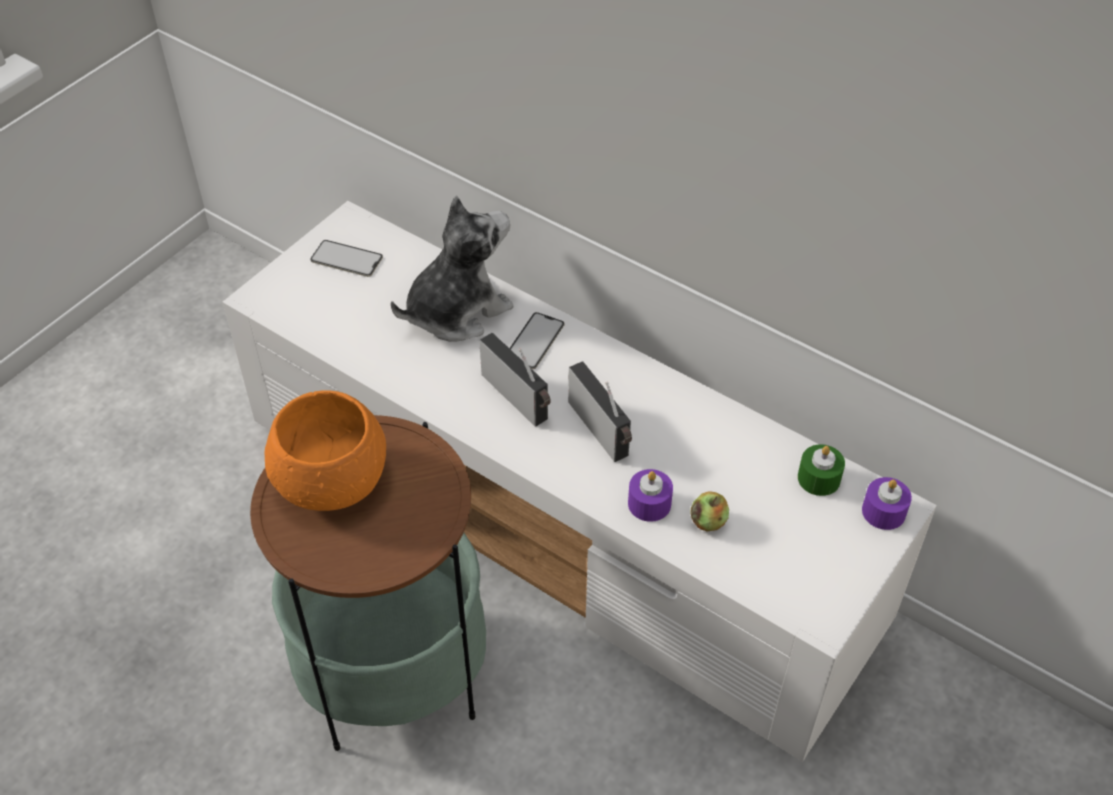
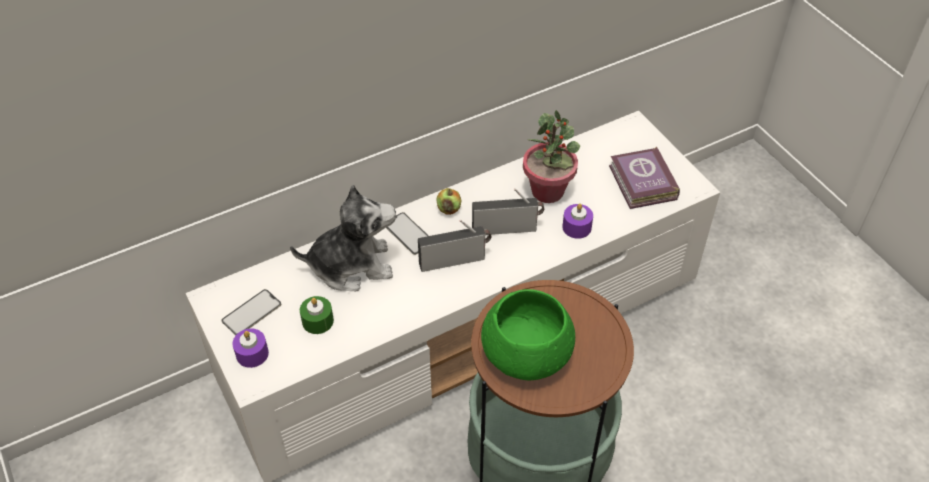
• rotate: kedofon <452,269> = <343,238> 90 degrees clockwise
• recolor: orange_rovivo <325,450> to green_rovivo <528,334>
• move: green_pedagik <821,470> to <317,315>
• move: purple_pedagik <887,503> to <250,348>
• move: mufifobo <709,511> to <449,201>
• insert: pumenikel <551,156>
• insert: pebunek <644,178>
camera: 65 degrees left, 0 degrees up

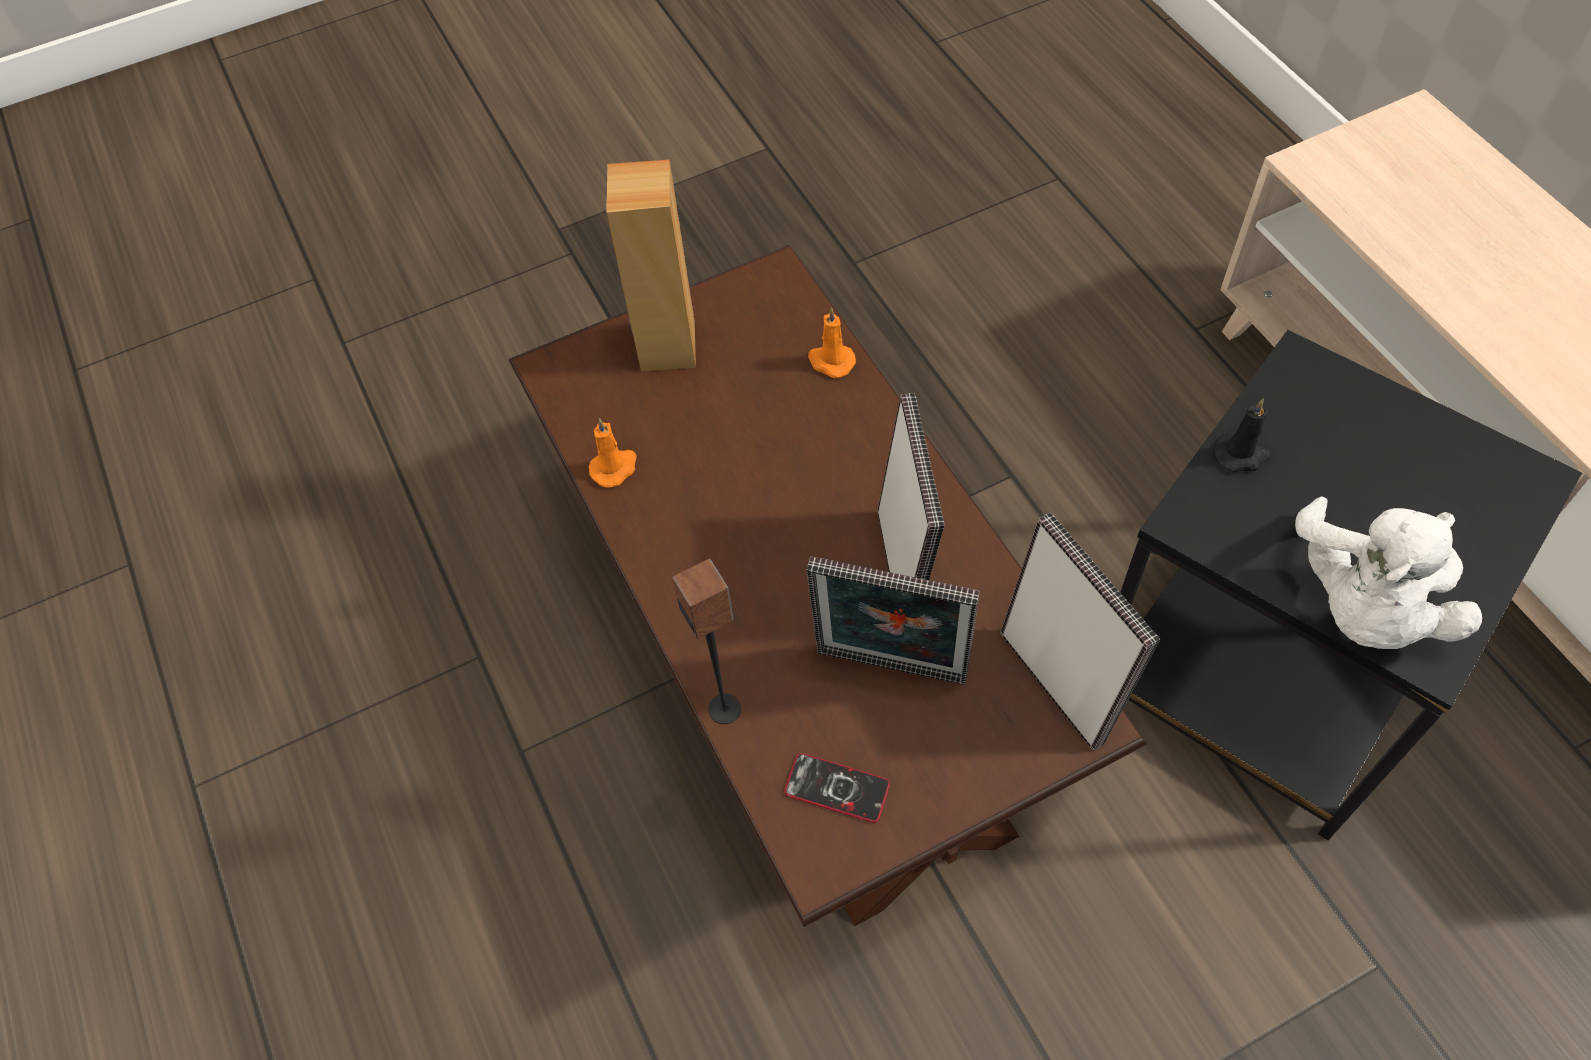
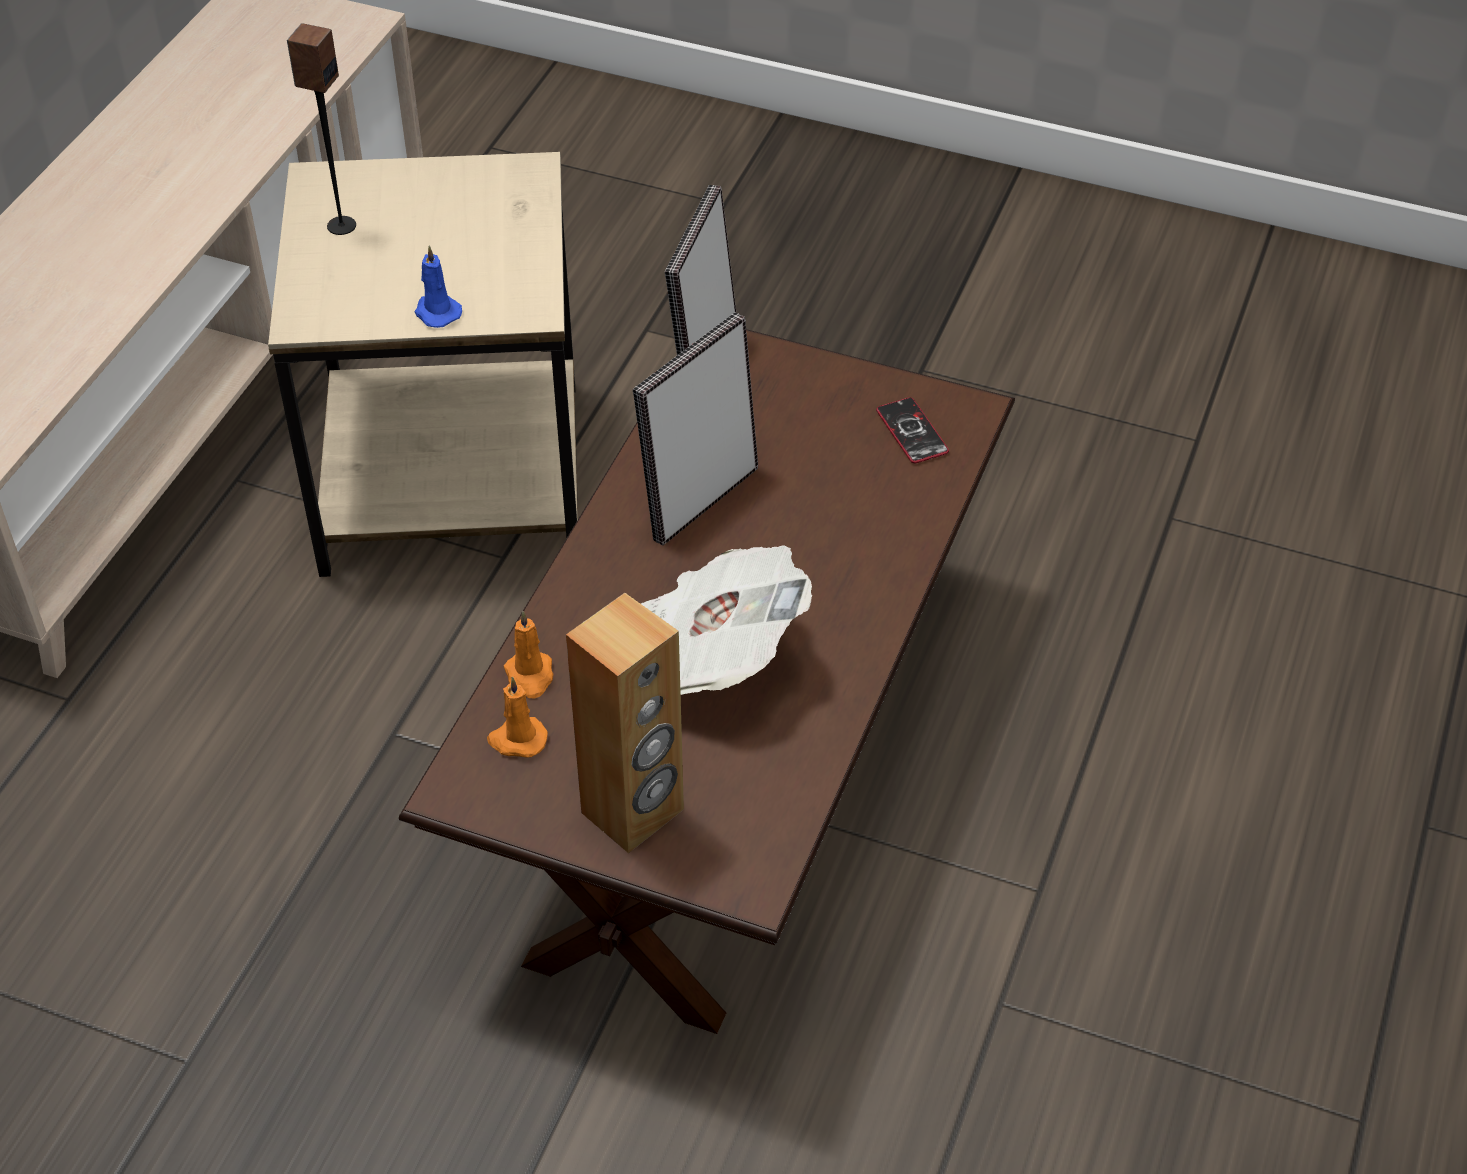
• recolor: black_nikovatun <1351,585> to beige_nikovatun <423,364>
• recolor: black_pedagik <1242,435> to blue_pedagik <438,286>
• move: orange_pedagik <613,453> to <517,717>
• delete: white_kedofon <1388,572>
• delete: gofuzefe <893,621>
• move: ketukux <706,641> to <321,129>
• insert: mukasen <726,620>
camera: 135 degrees left, 10 degrees down

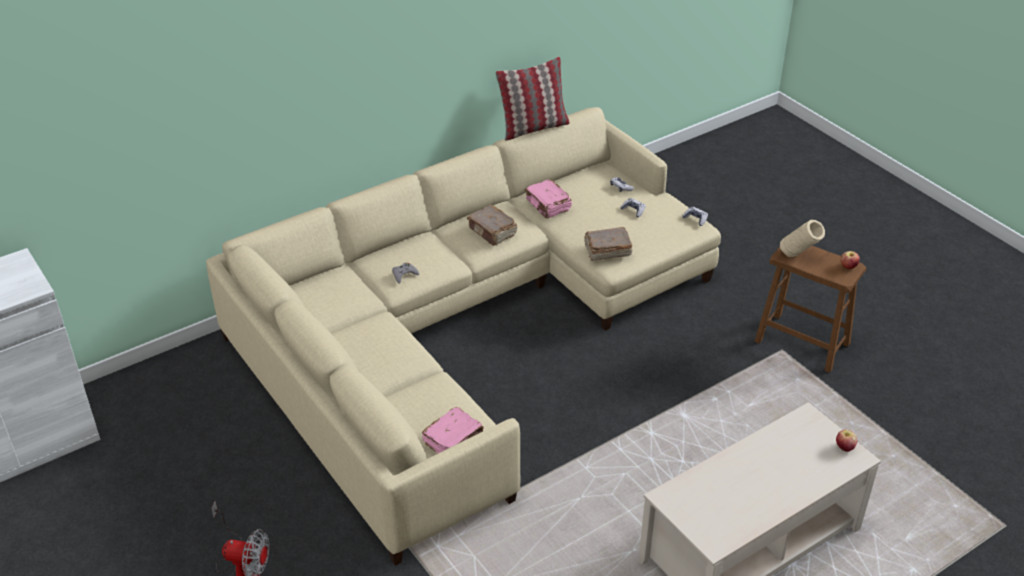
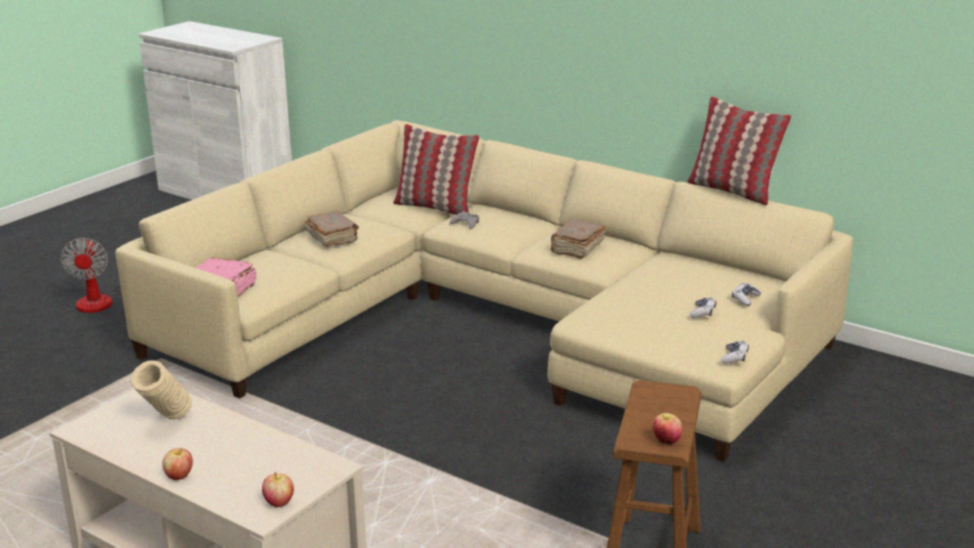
• delete: pink_pebunek <548,198>
• move: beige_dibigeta <802,238> to <161,390>
• move: brown_pebunek <608,244> to <332,229>
• insert: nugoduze <436,169>
• insert: mufifobo <177,464>
camera: 70 degrees right, 15 degrees down

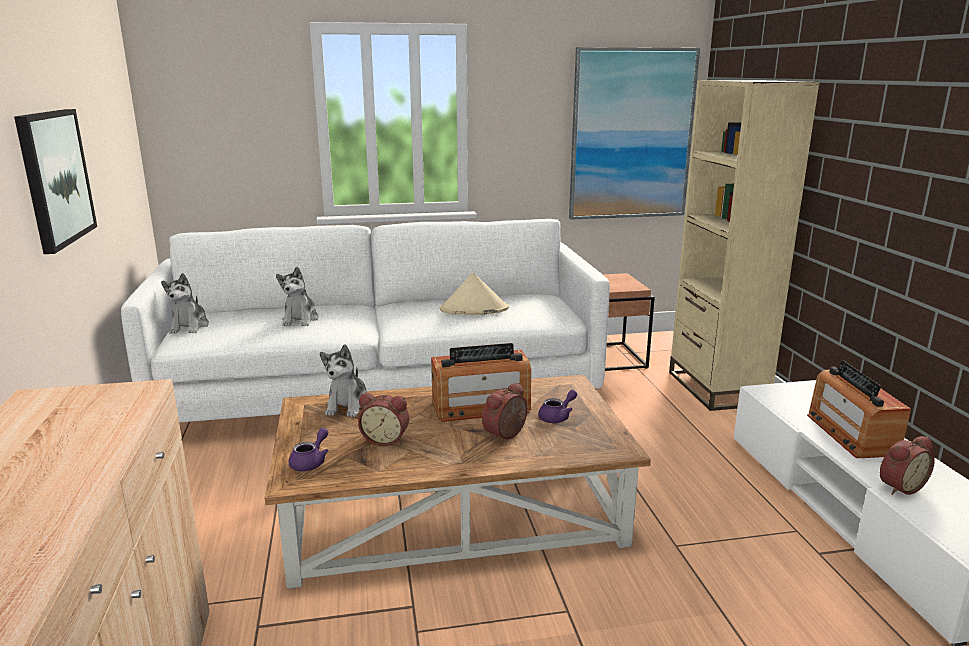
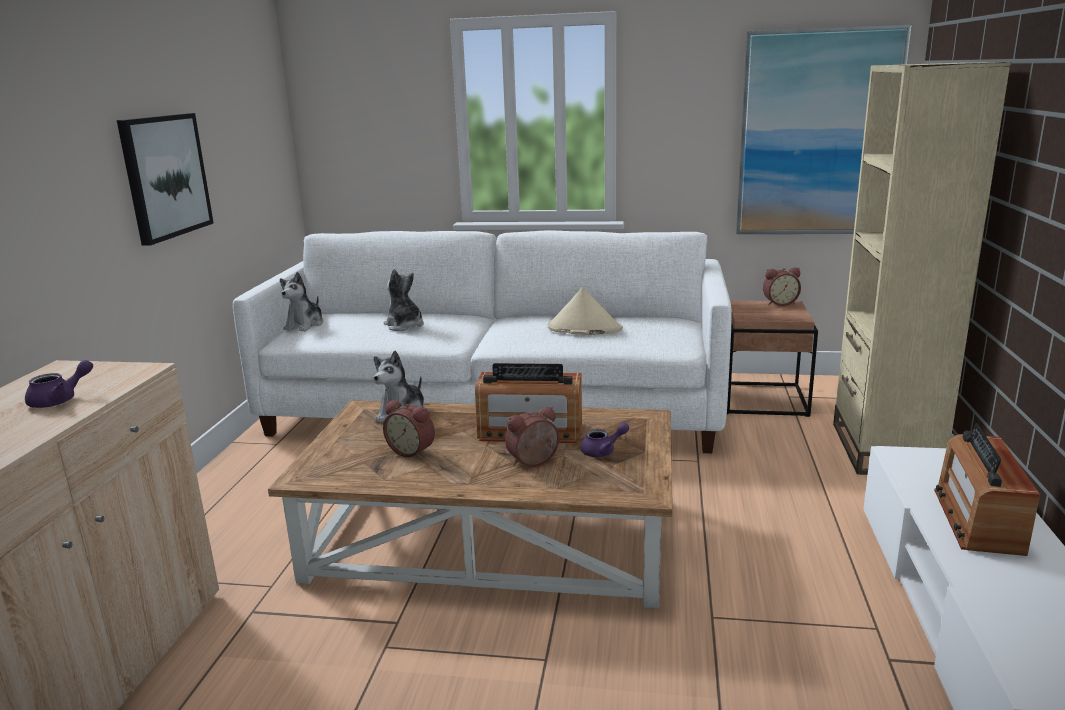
• rotate: kedofon <297,296> = <404,300> 120 degrees clockwise
• move: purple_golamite <308,449> to <59,384>
• move: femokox <907,465> to <782,286>
camera: 20 degrees right, 0 degrees up

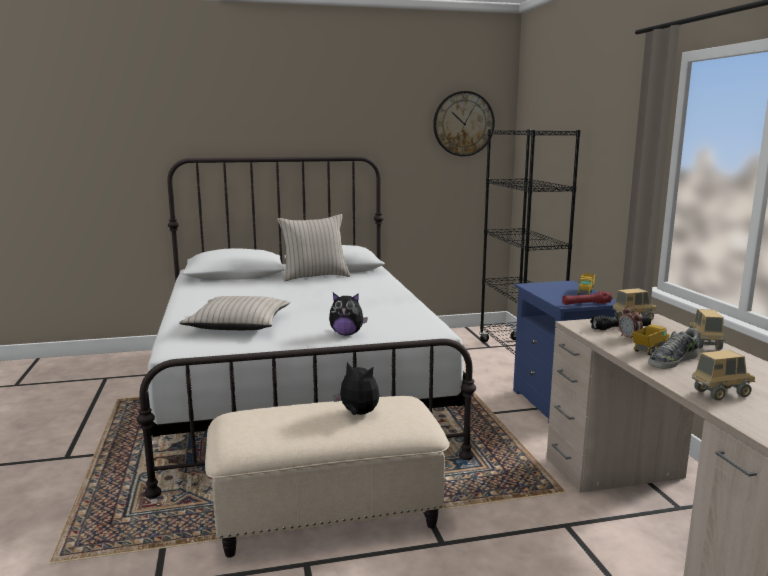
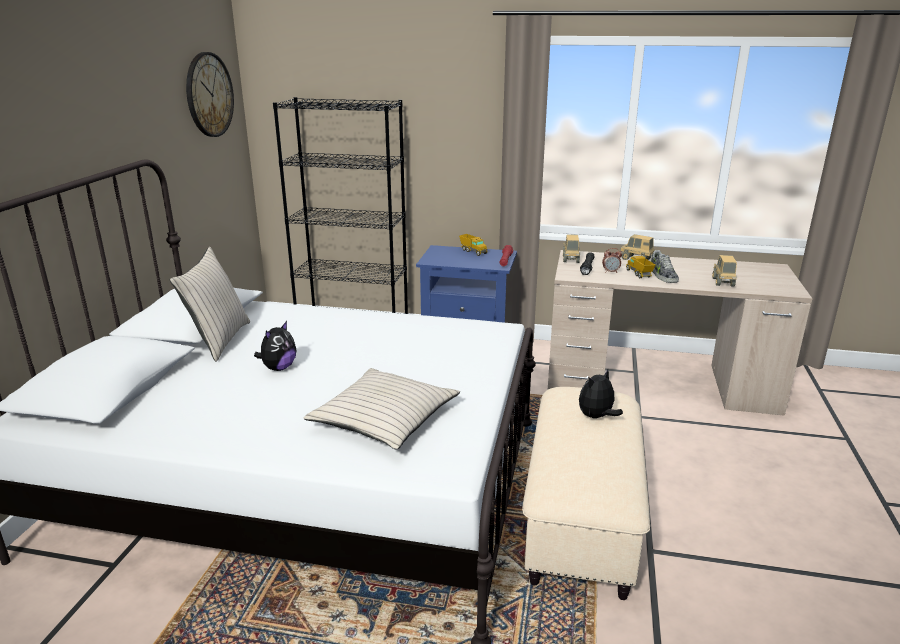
• move: kedofon <348,314> to <275,346>
camera: 65 degrees left, 10 degrees up

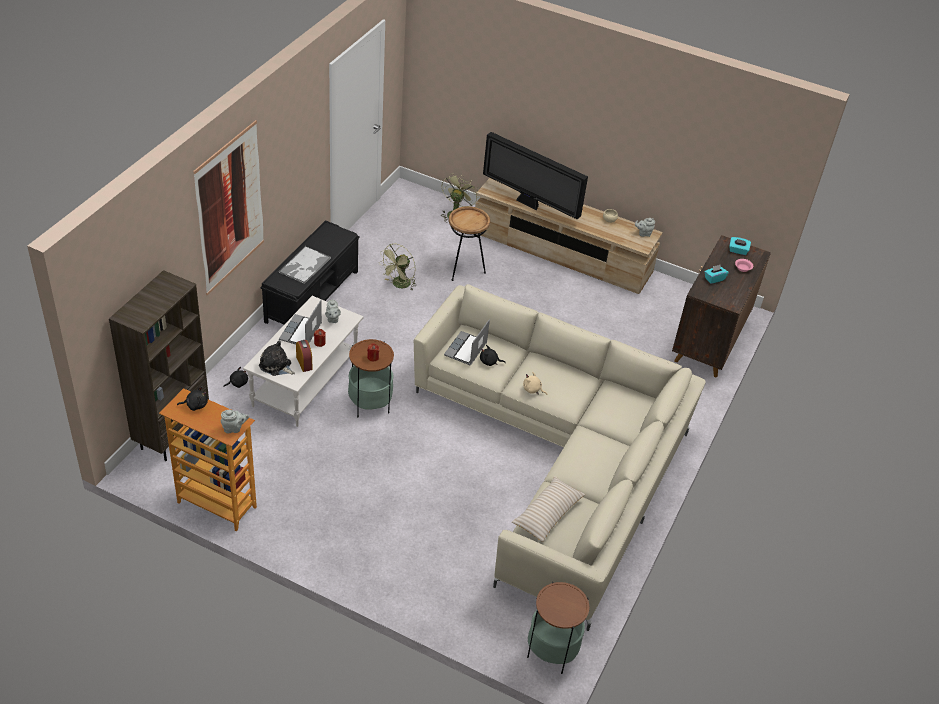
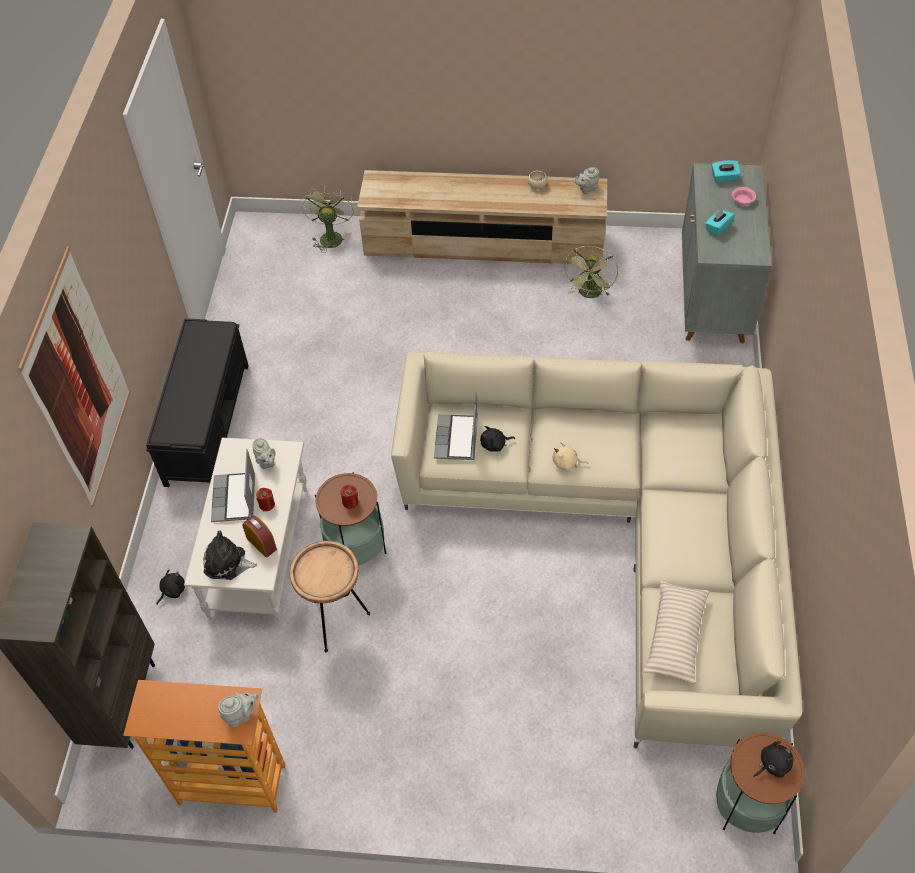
• delete: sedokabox <535,175>
• move: brown_nikovatun <469,243> to <330,596>
• recolor: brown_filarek <721,306> to grey_filarek <727,253>
• move: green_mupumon <398,267> to <591,272>
• delete: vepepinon <305,265>
• move: black_kedofon <192,399> to <773,759>
camera: 15 degrees left, 10 degrees up

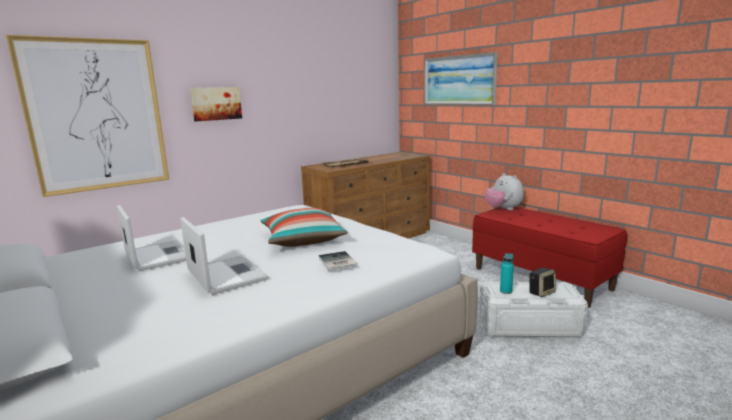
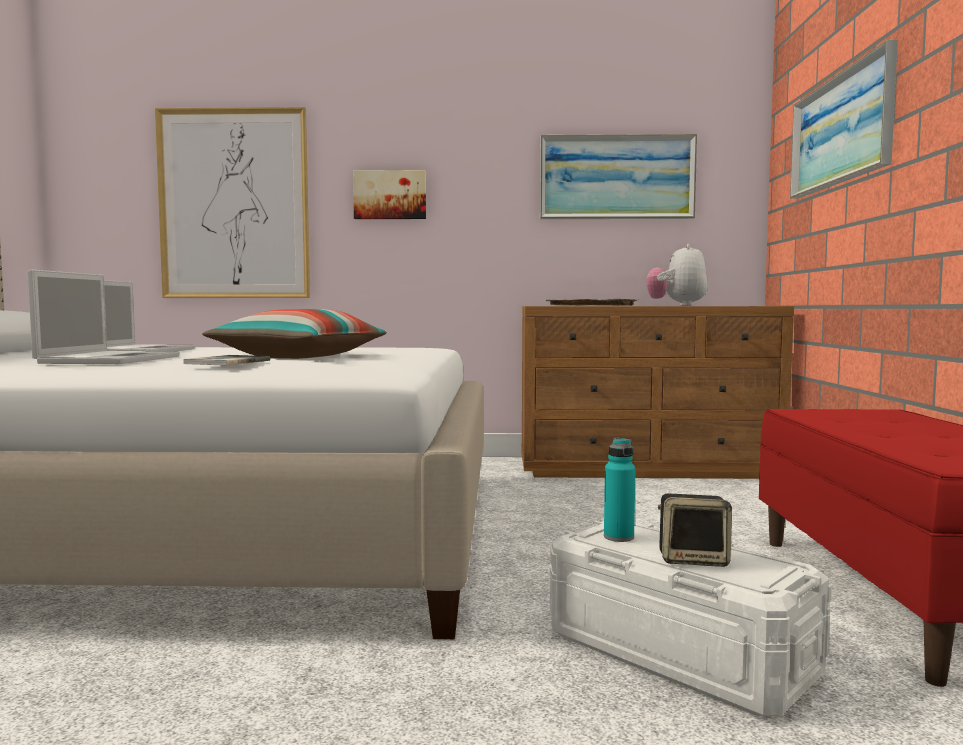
• move: kedofon <504,191> to <677,275>
• insert: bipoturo <618,176>
camera: 40 degrees right, 10 degrees down

